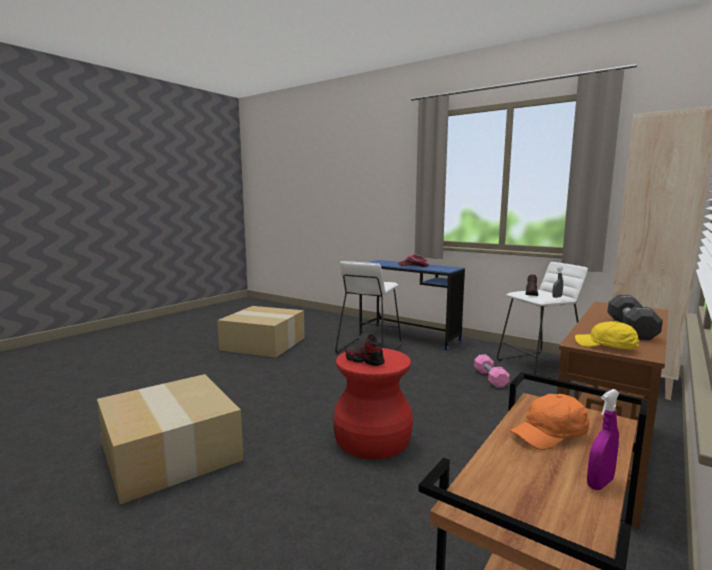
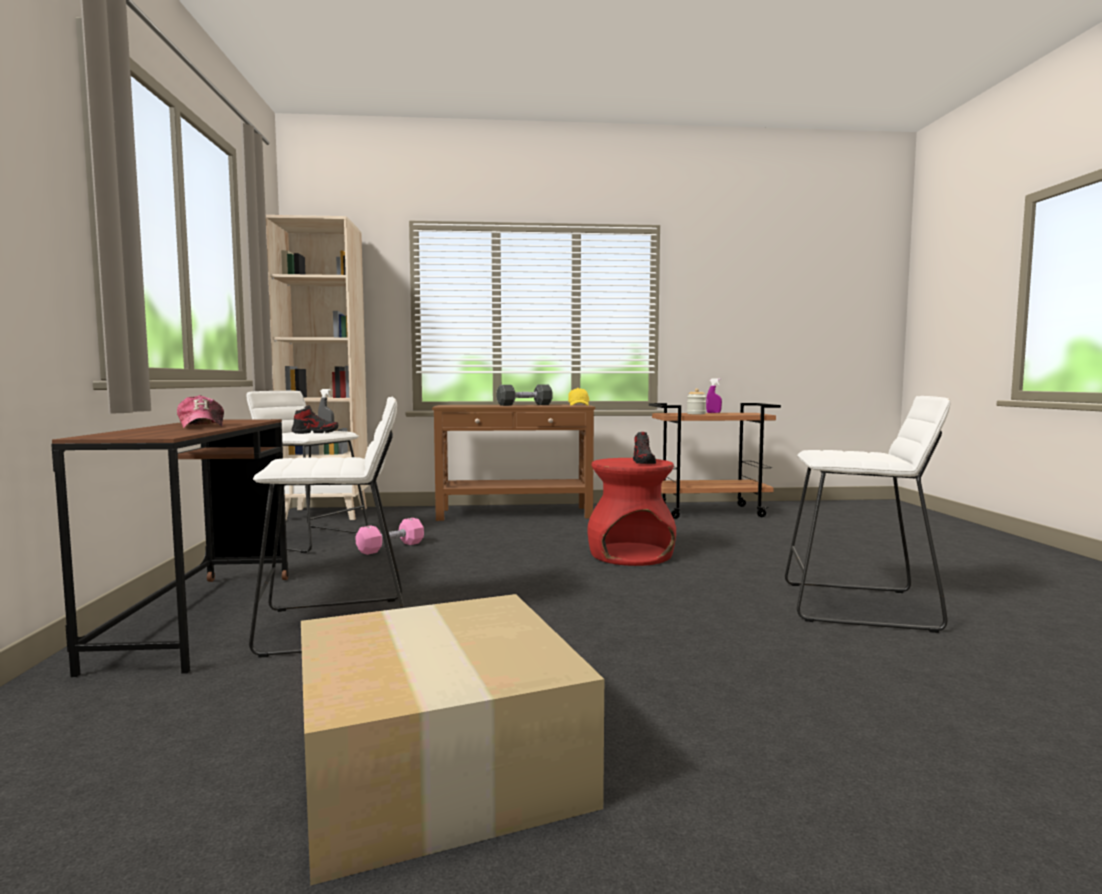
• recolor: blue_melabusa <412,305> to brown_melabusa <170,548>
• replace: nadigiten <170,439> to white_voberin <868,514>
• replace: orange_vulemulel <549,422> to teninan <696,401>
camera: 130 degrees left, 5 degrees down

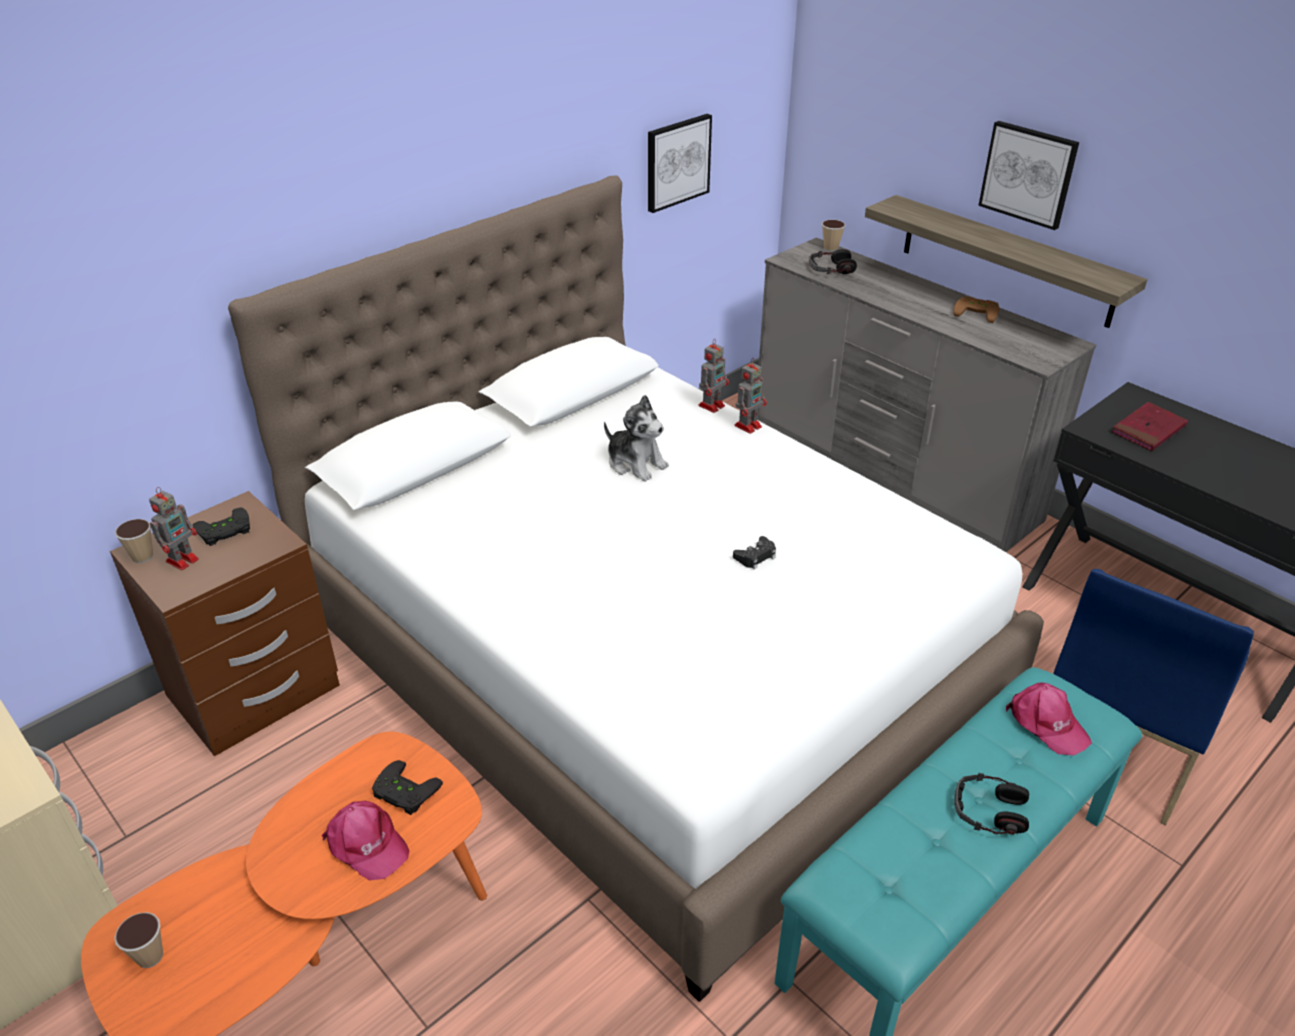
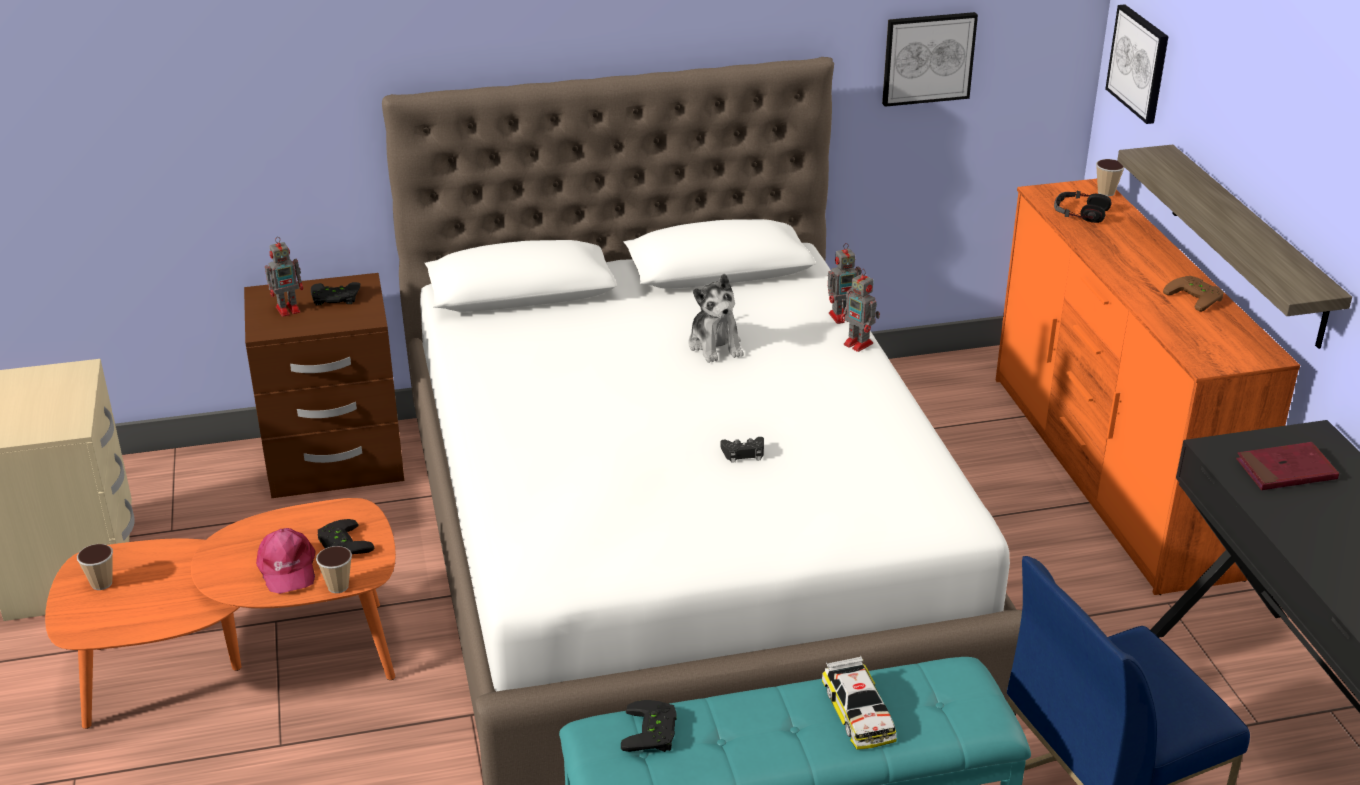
• move: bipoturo <1028,175> to <1136,64>
• recolor: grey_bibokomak <927,394> to orange_bibokomak <1147,387>
• rotate: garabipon <750,396> = <860,310> 60 degrees clockwise
• move: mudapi <134,541> to <334,569>
• delete: pink_vulemulel <1049,718>
• delete: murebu <991,804>
• insert: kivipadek <859,702>
• insert: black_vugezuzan <649,726>
camera: 30 degrees right, 5 degrees down

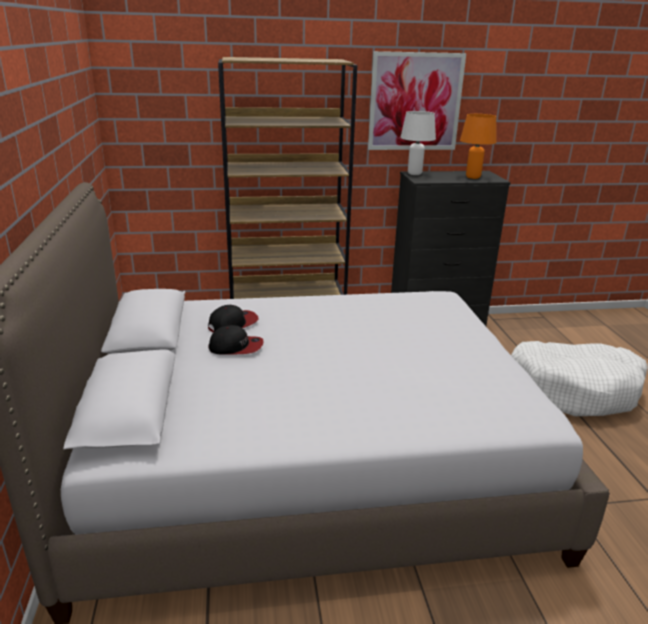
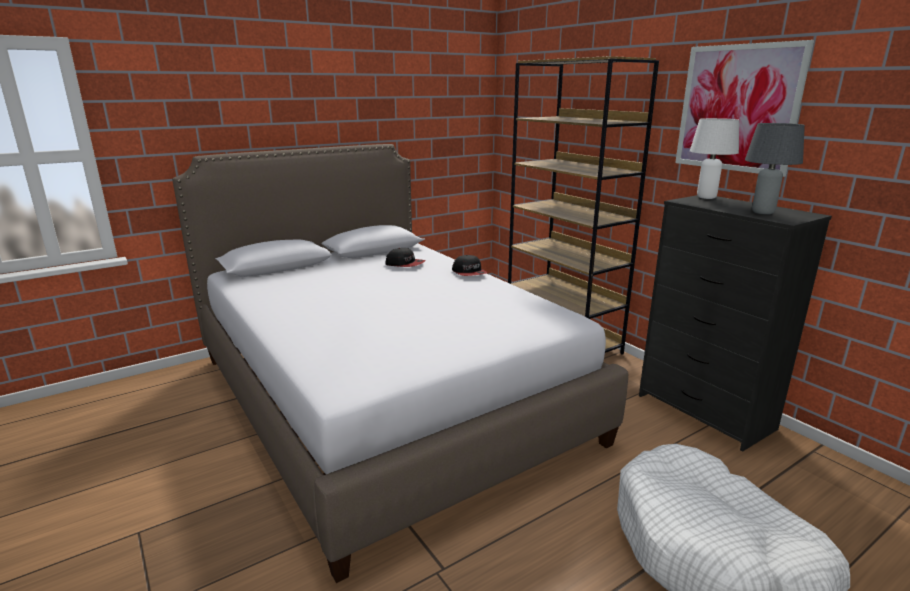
• recolor: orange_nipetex <478,146> to grey_nipetex <775,169>
• move: vulemulel <236,340> to <469,265>
camera: 65 degrees right, 5 degrees down

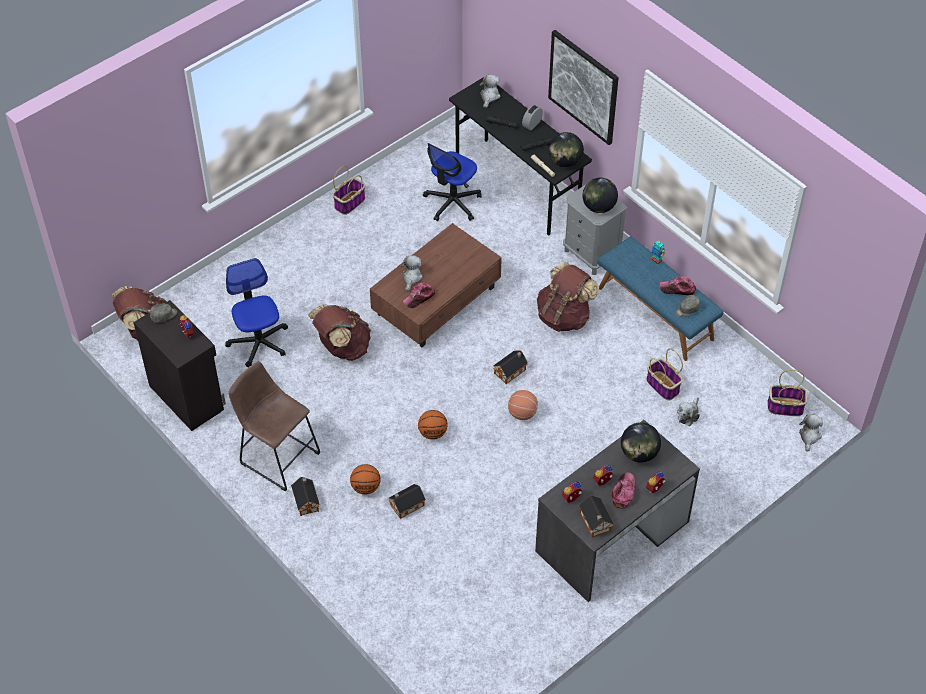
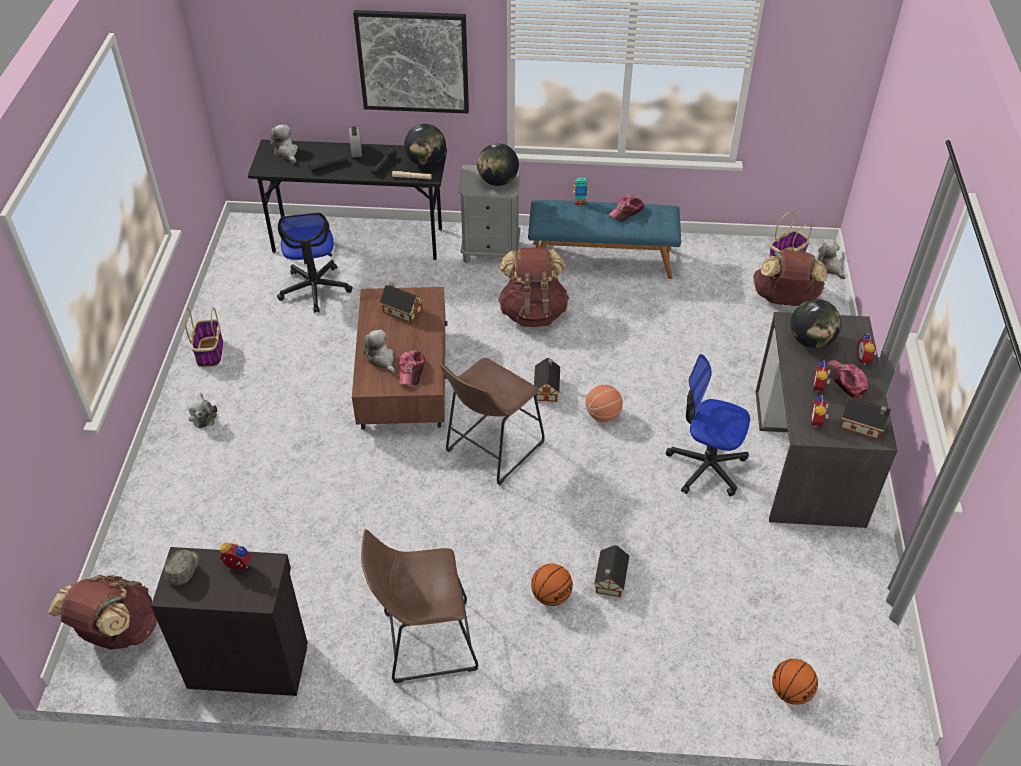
• move: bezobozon <256,312> to <708,425>
• delete: grey_vulemulel <688,306>
• move: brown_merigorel <339,332> to <790,277>
• delete: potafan <665,375>
• move: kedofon <688,411> to <202,410>
• move: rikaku <433,425> to <795,682>
• move: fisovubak <305,496> to <401,302>
• insert: brown_voberin <492,421>
camera: 45 degrees left, 5 degrees down

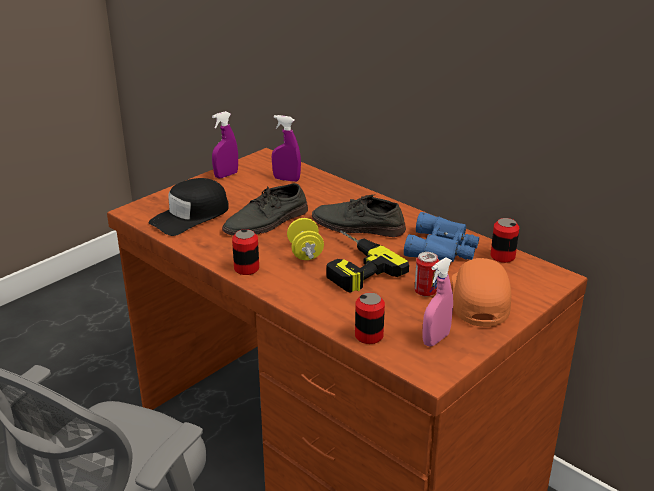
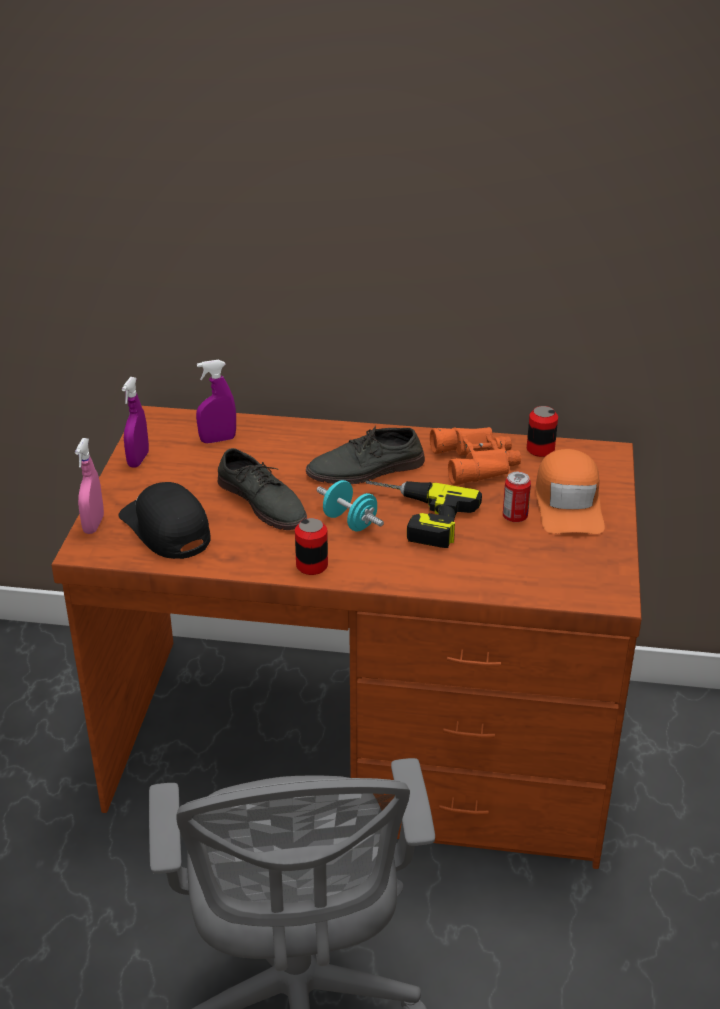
• rotate: black_vulemulel <189,207> = <164,520> 135 degrees clockwise
• rotate: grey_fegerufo <265,209> = <262,489> 60 degrees counterclockwise
• recolor: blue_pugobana <441,237> to orange_pugobana <475,456>
• recolor: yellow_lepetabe <305,239> to turquoise_lepetabe <350,505>
• move: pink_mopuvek <437,301> to <89,486>
• rotate: orange_vulemulel <481,292> = <570,491> 150 degrees counterclockwise
• delete: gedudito <370,318>
camera: 35 degrees left, 5 degrees up

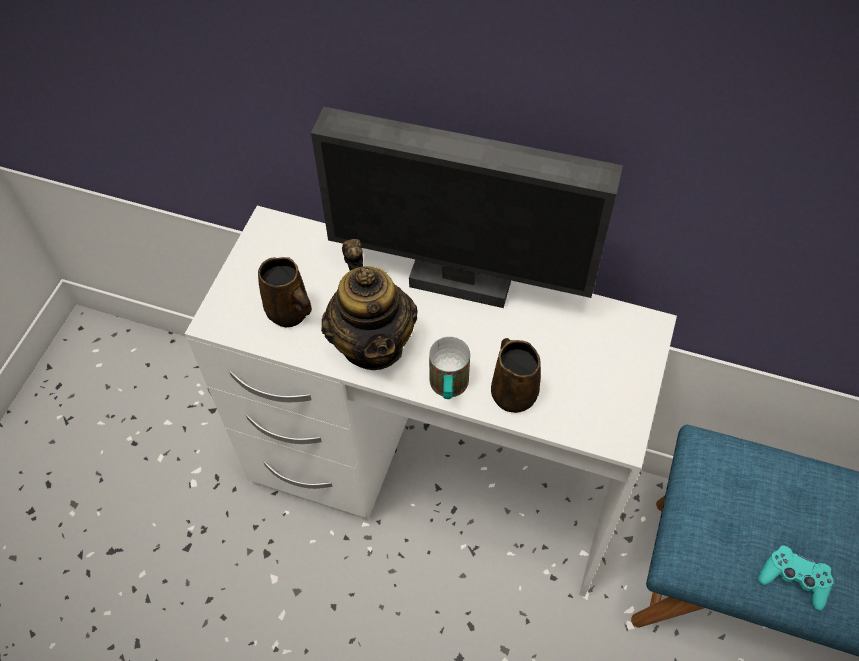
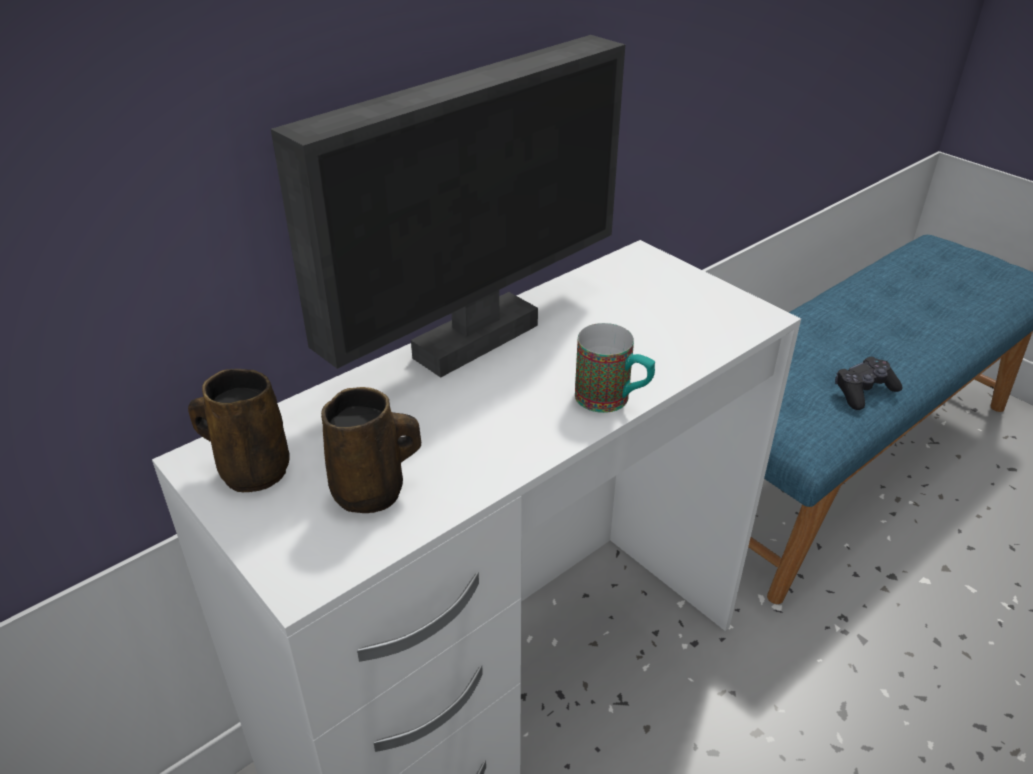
• delete: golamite <369,304>
• move: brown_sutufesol <516,375> to <239,430>
• recolor: turquoise_vugezuzan <796,578> to black_vugezuzan <869,383>
camera: 60 degrees left, 20 degrees down

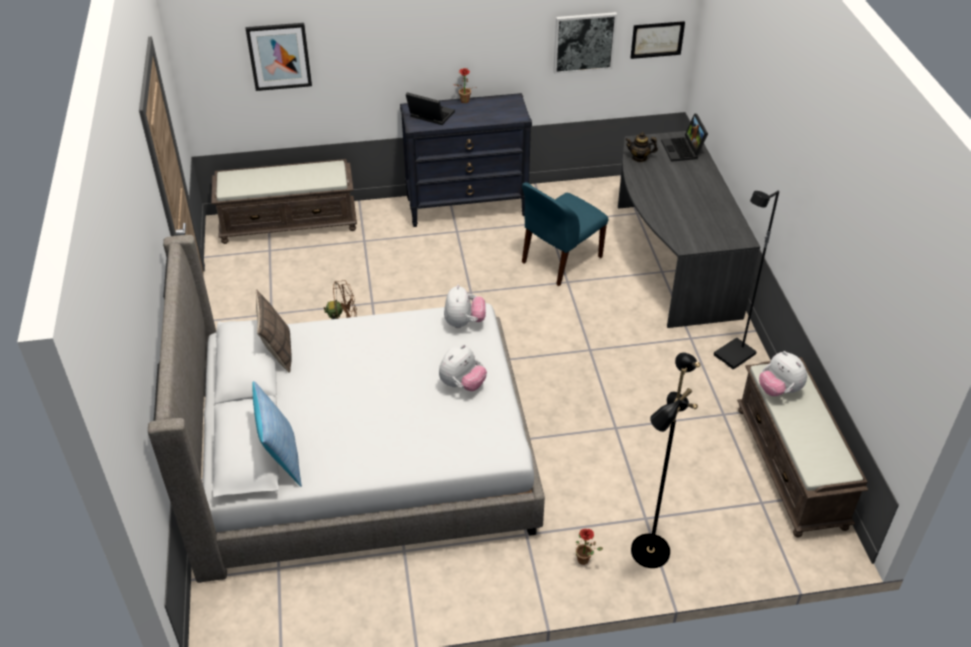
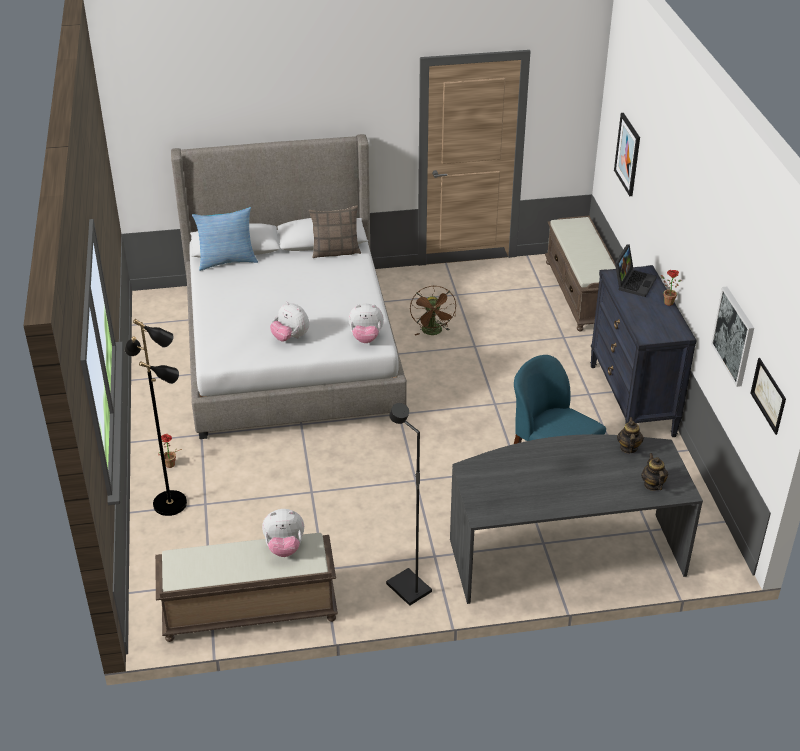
• replace: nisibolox <684,137> to golamite <654,472>
• rotate: kedofon <783,373> = <283,533> 150 degrees counterclockwise
camera: 90 degrees right, 5 degrees down

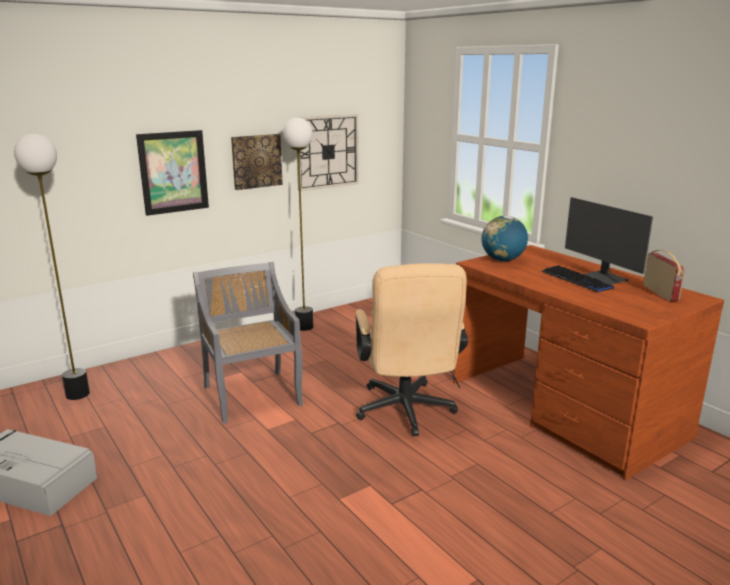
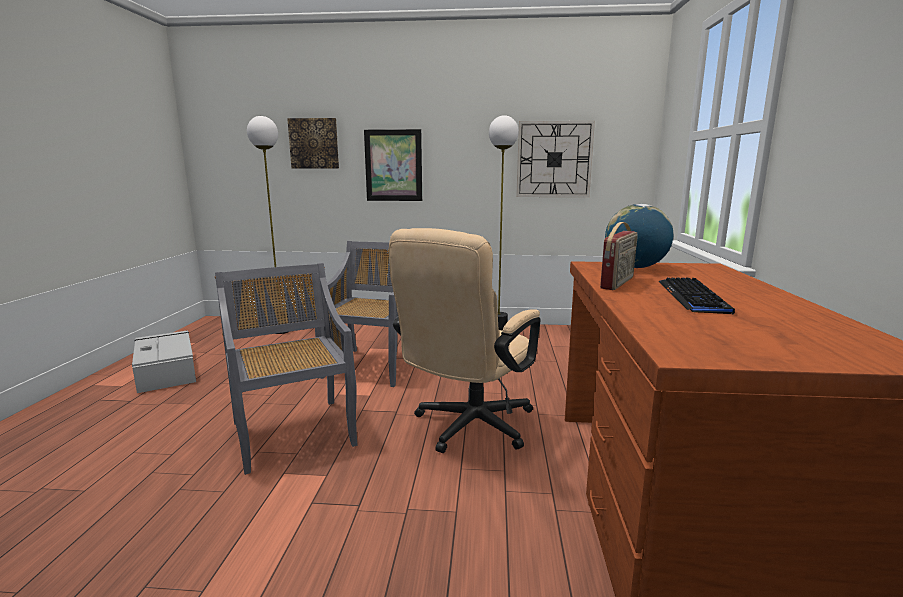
• move: bipoturo <257,162> to <313,143>
• delete: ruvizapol <609,241>
• move: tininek <664,275> to <619,256>
• insert: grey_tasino <286,369>
camera: 40 degrees right, 5 degrees down

